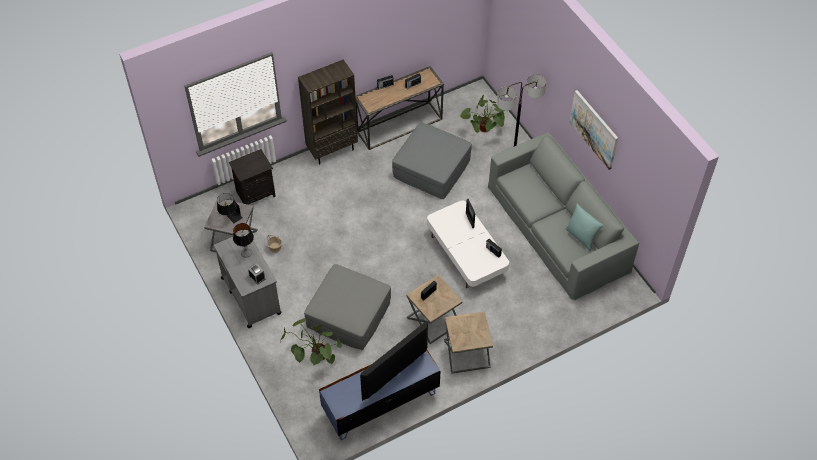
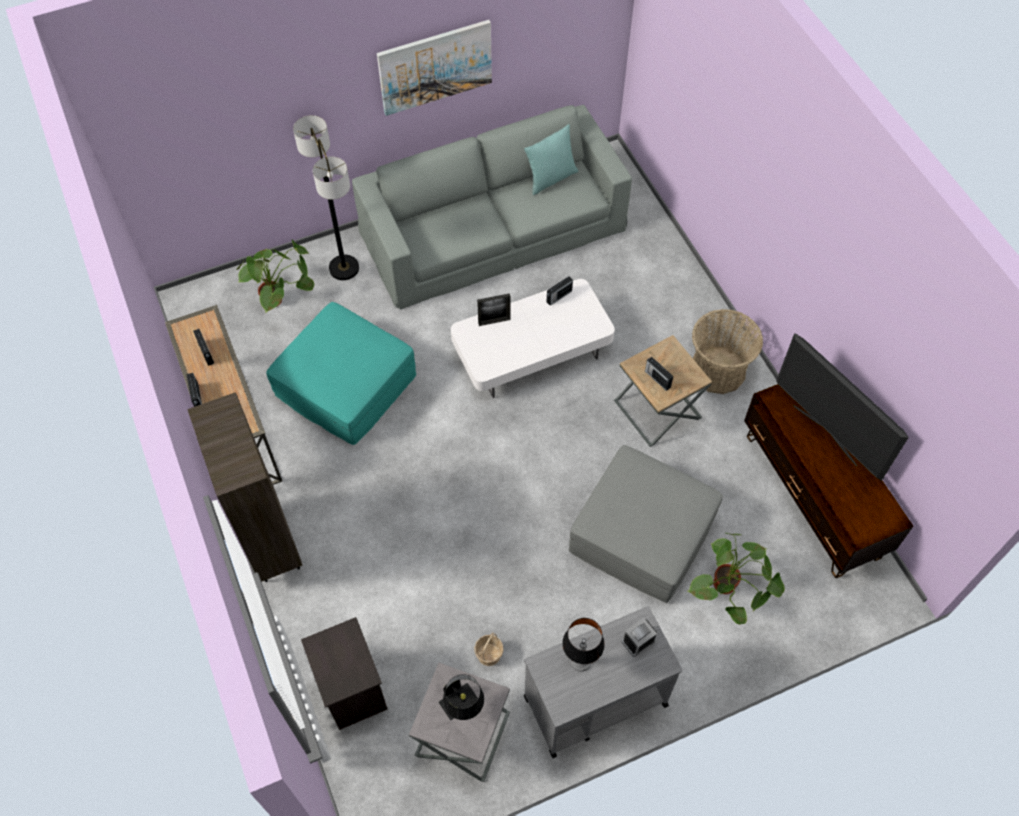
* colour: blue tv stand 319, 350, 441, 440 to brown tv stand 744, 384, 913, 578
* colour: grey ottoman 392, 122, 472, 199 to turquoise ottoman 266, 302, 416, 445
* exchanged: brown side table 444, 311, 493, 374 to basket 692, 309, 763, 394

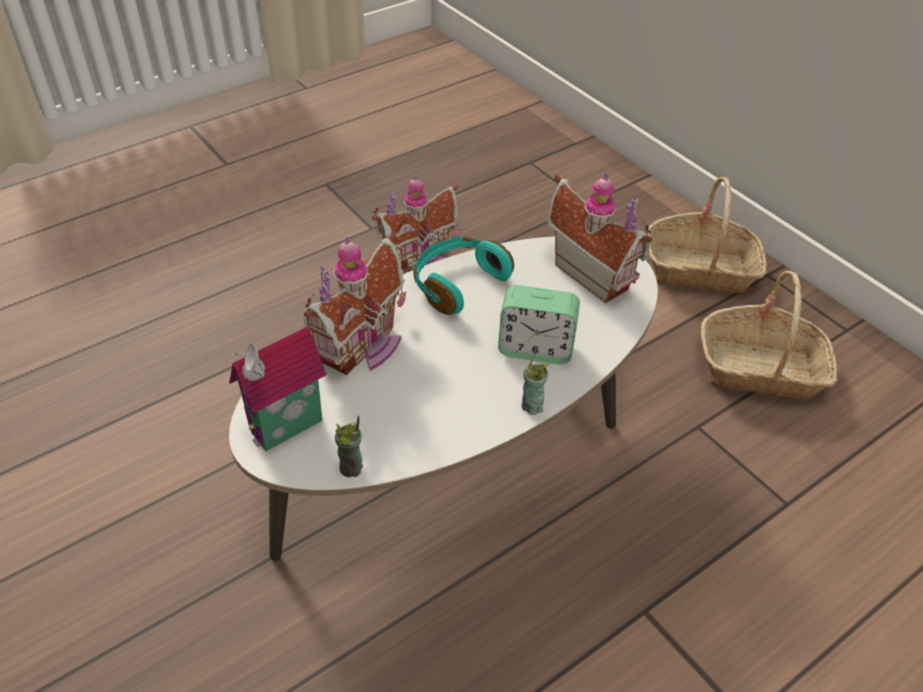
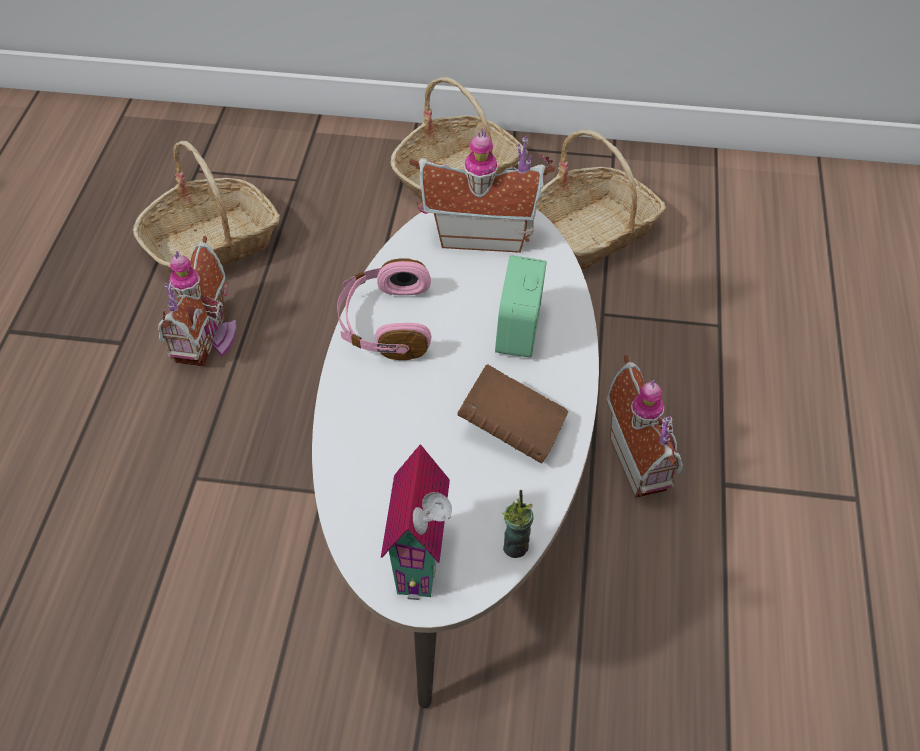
* relocated: toy house 302, 233, 406, 375 to 607, 355, 683, 498
* colour: turquoise headphones 412, 236, 514, 315 to pink headphones 337, 258, 431, 360
* spun: alarm clock 498, 285, 580, 364 = 495, 255, 547, 358 135 degrees clockwise
* missing: cup 522, 359, 549, 415
* appeared: basket 133, 141, 280, 273
* appeared: brown book 457, 364, 568, 464

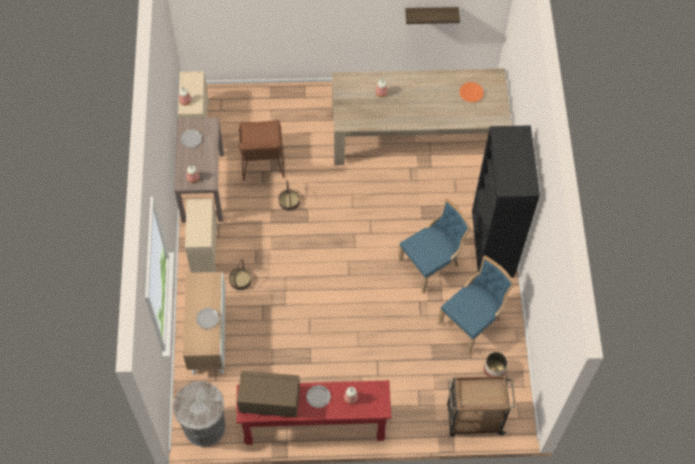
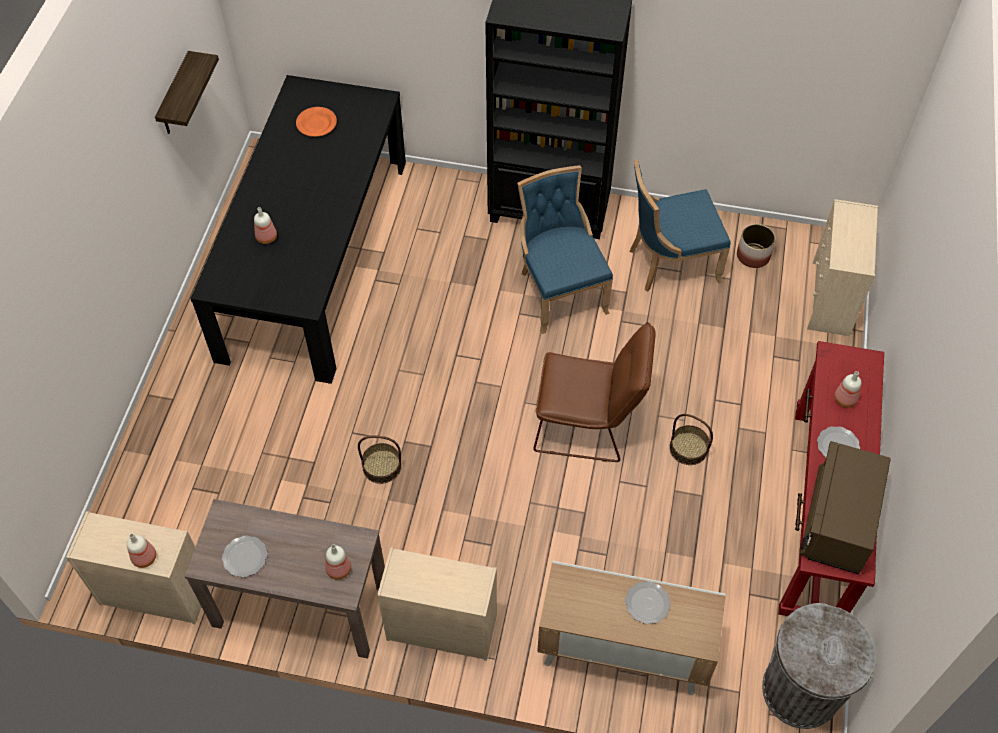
* relocated: basket 229, 259, 252, 291 to 669, 414, 713, 465
* relocated: brown chair 238, 119, 285, 181 to 533, 322, 656, 462
* colour: beige dining table 332, 68, 512, 165 to black dining table 190, 75, 406, 384
* spun: blue chair 437, 256, 515, 354 = 629, 160, 731, 292 75 degrees counterclockwise
* exchanged: brown cart 447, 376, 515, 437 to beige dresser 807, 199, 878, 336

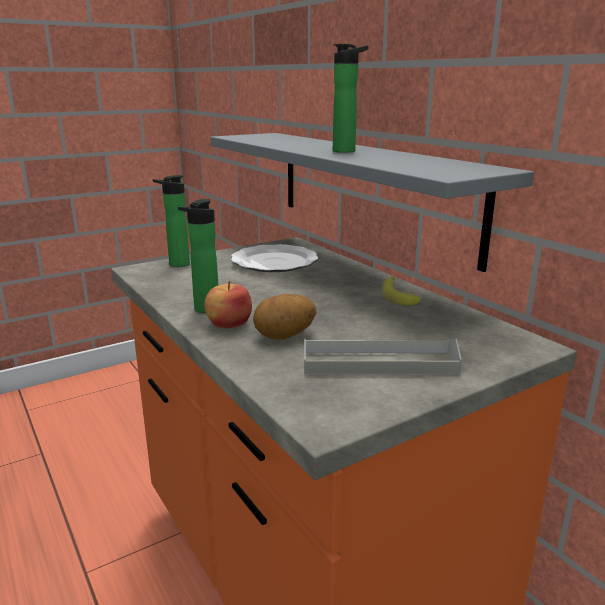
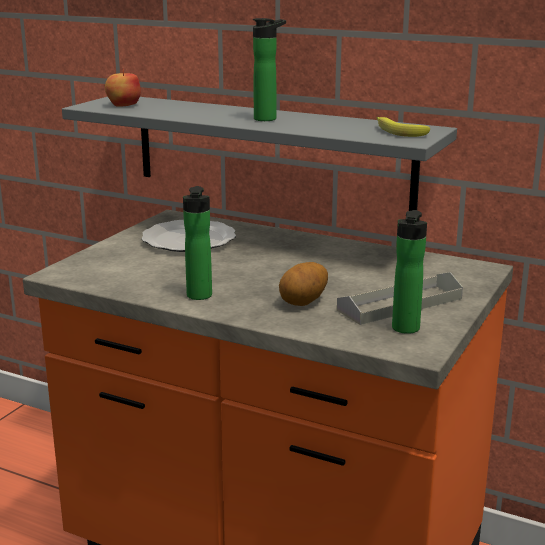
* relocated: bottle 153, 175, 190, 267 to 392, 210, 427, 334
* relocated: apple 204, 281, 252, 328 to 105, 69, 141, 107
* relocated: banana 382, 276, 422, 305 to 376, 117, 430, 137

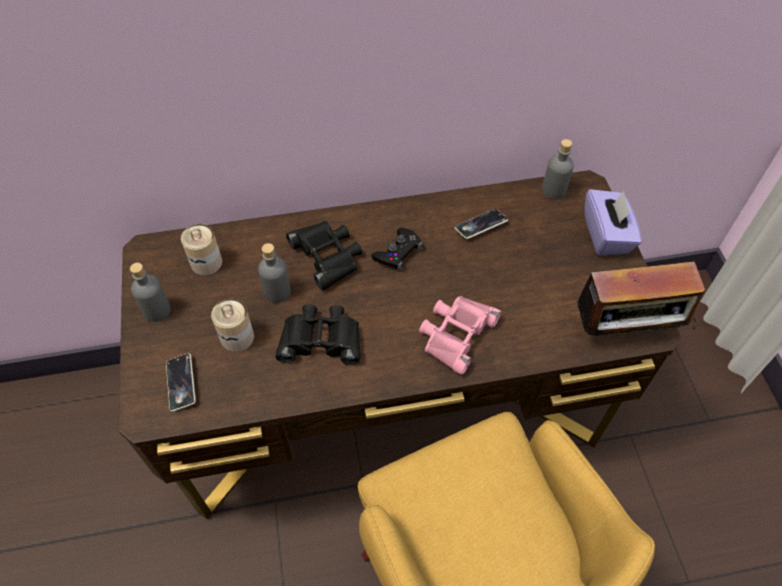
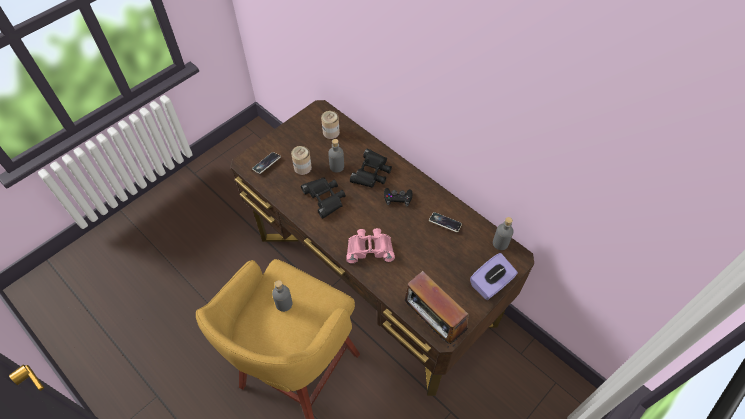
* relocated: grey bottle 130, 263, 171, 322 to 272, 280, 292, 312

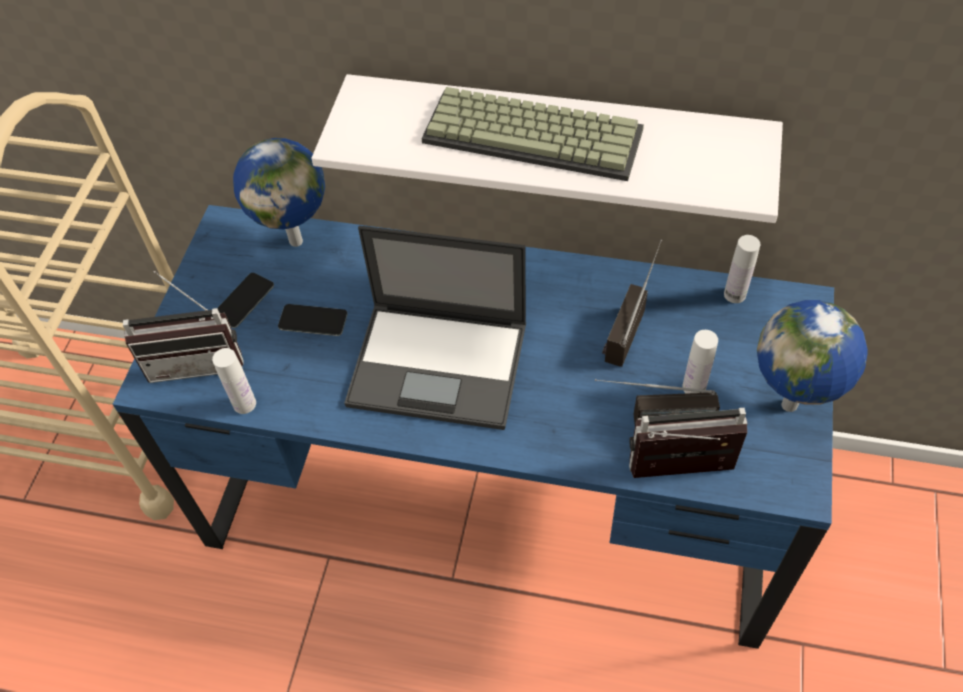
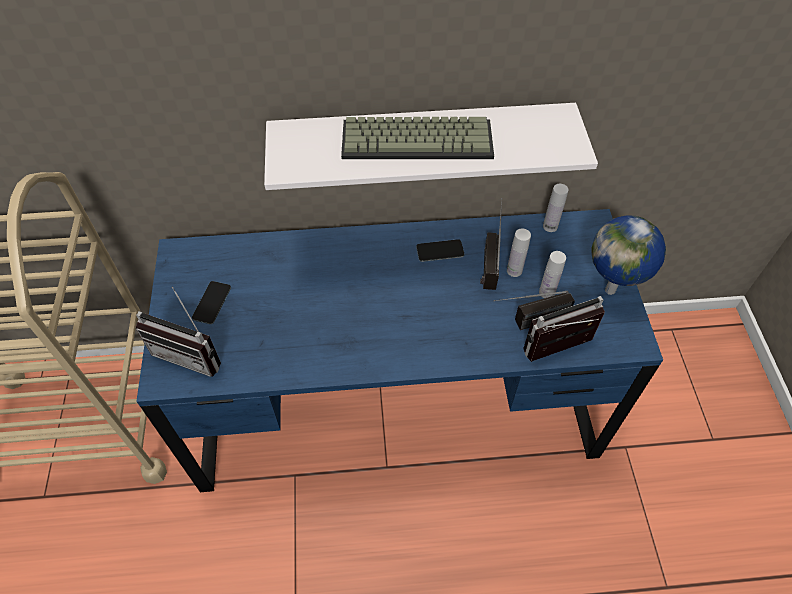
* spun: radio 123, 271, 244, 383 = 136, 287, 221, 377 45 degrees clockwise
* relocated: white bottle 212, 348, 256, 414 to 507, 229, 531, 277
* missing: globe 233, 138, 325, 247
* relocated: phone 278, 304, 348, 336 to 416, 239, 464, 262
* missing: laptop 344, 226, 526, 430

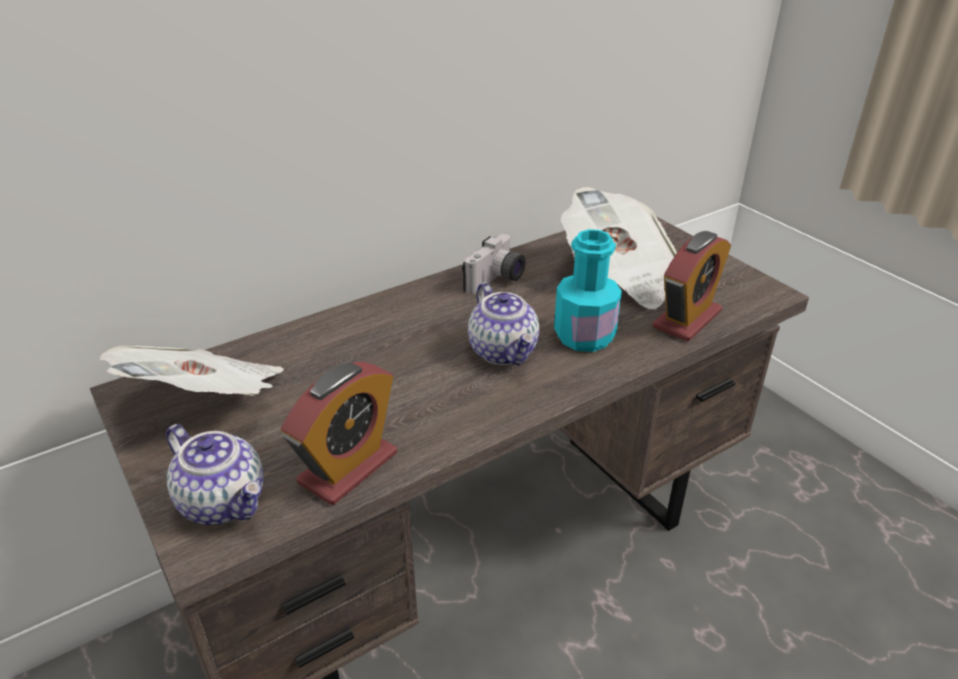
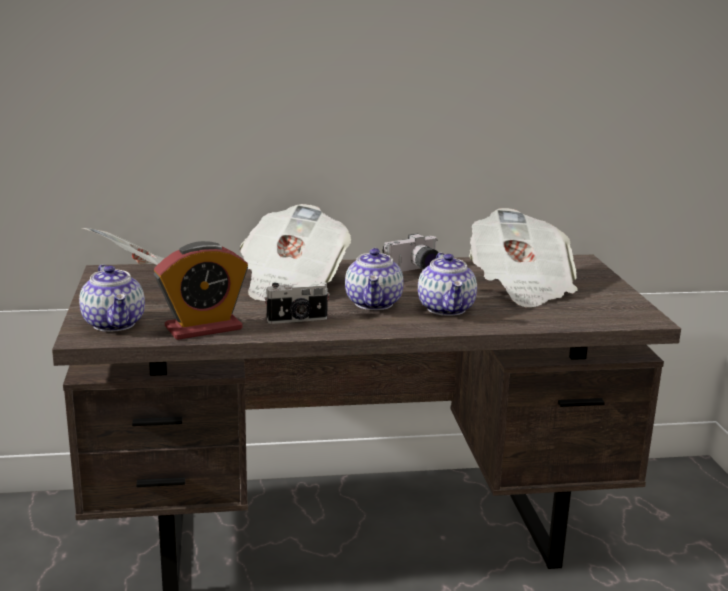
* exchanged: turquoise bottle 554, 229, 622, 352 to teapot 418, 253, 477, 316
* missing: alarm clock 653, 231, 731, 342
* appeared: newspaper 240, 204, 351, 301
* appeared: photo camera 265, 281, 330, 324

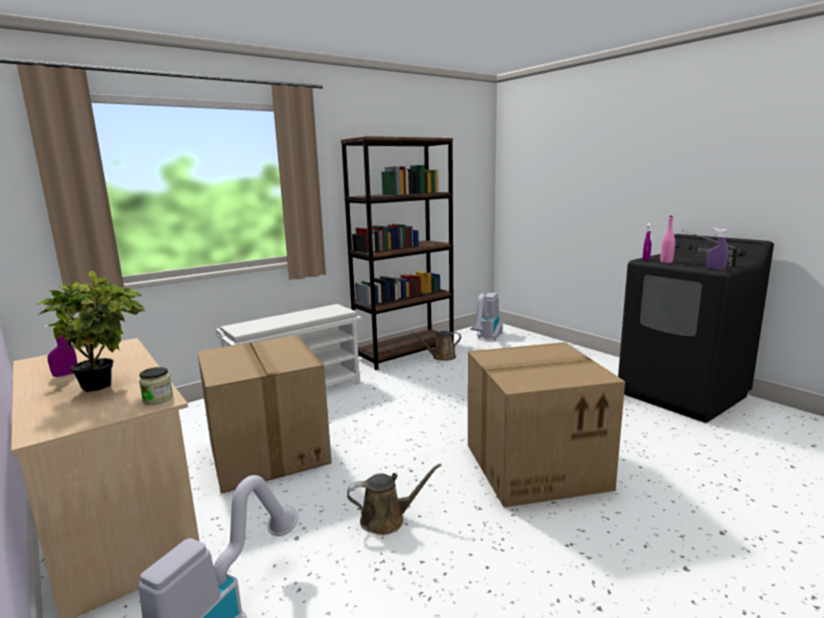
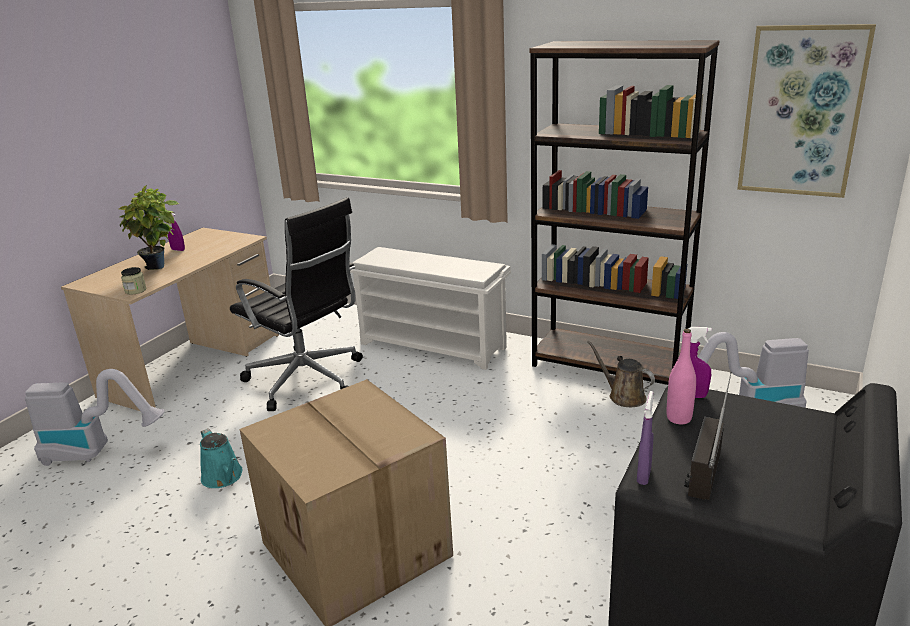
* exchanged: cardboard box 197, 335, 332, 493 to black office chair 230, 197, 363, 411
* colour: brown watering can 347, 463, 442, 535 to turquoise watering can 200, 428, 242, 488
* appeared: picture 737, 24, 876, 198

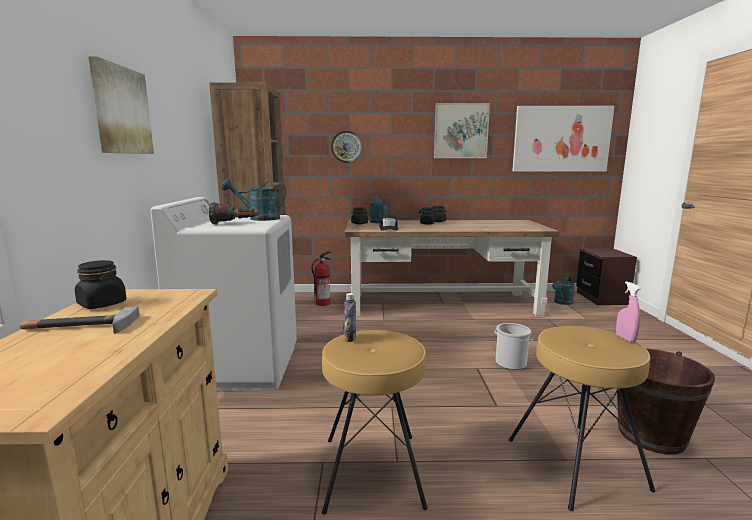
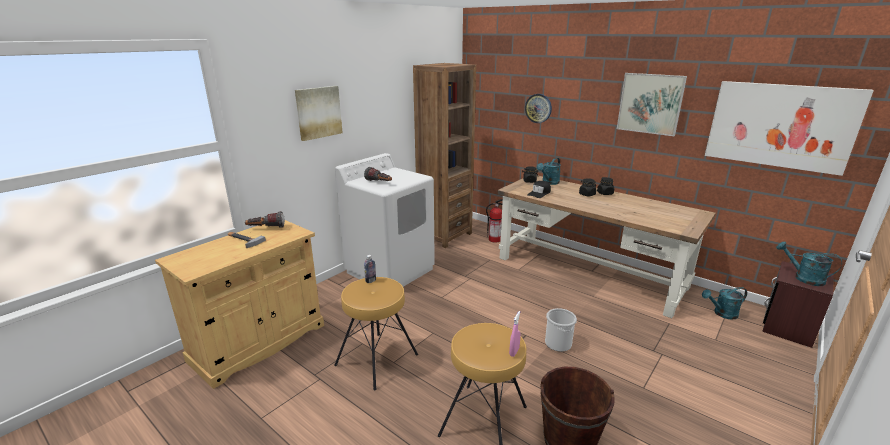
* exchanged: black jar 75, 260, 127, 309 to flashlight 245, 211, 285, 228
* relocated: turquoise watering can 222, 179, 286, 221 to 776, 242, 842, 286

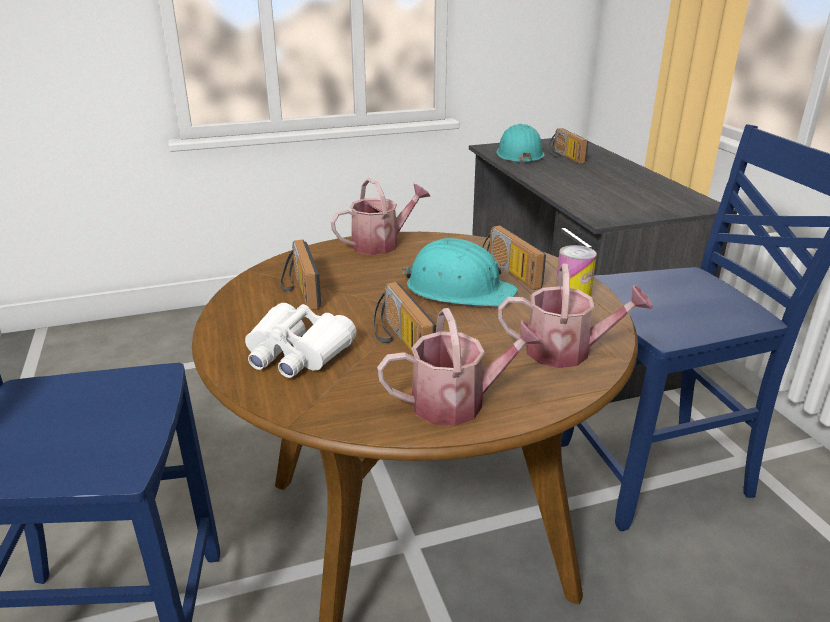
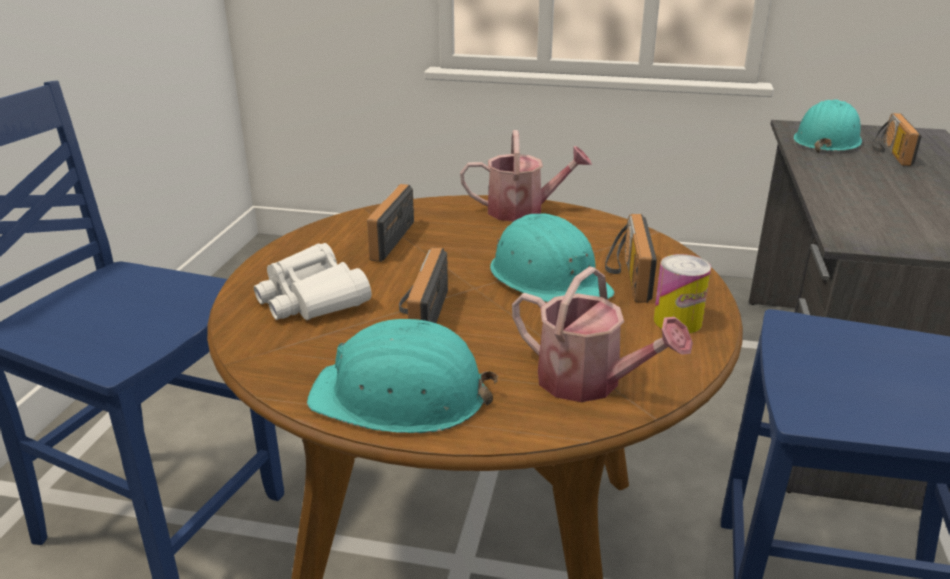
* exchanged: watering can 377, 308, 544, 426 to turquoise hard hat 307, 319, 498, 433

